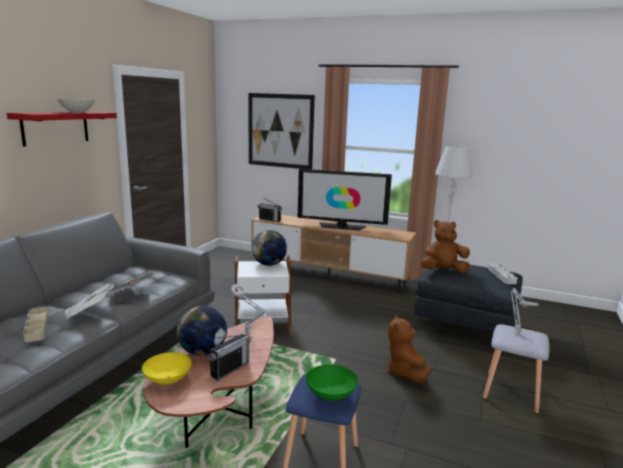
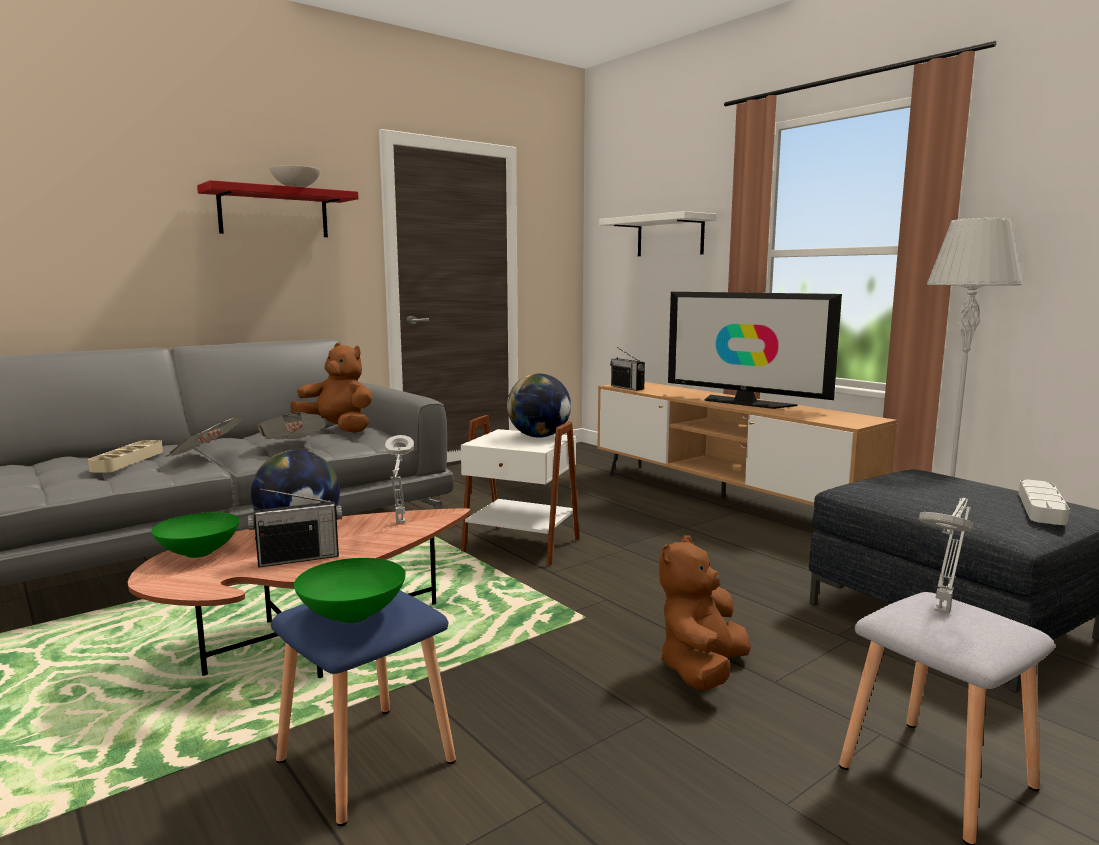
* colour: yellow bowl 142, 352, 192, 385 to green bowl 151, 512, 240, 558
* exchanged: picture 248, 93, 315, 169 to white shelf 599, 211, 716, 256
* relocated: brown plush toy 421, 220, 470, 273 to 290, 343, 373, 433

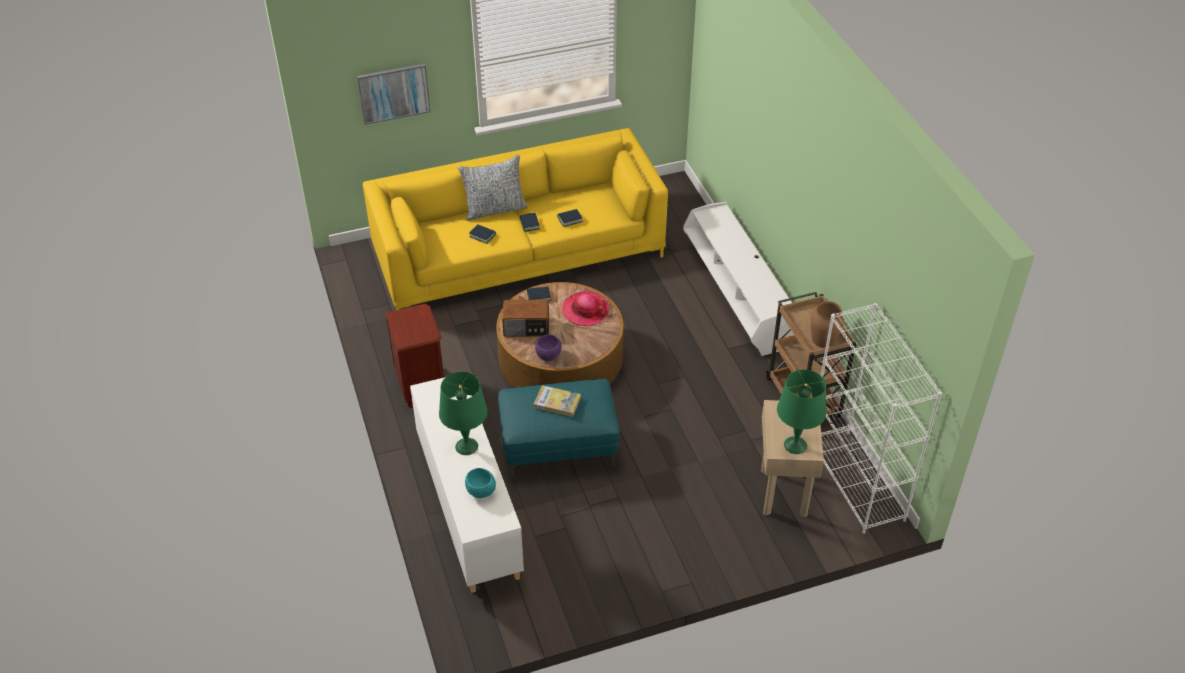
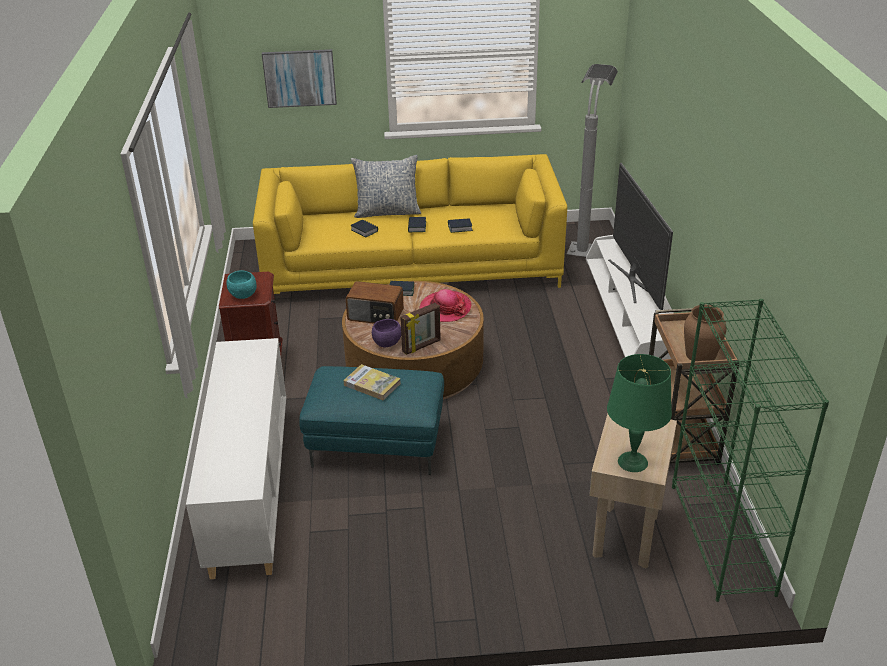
* missing: green table lamp 439, 372, 488, 455
* relocated: turquoise bowl 465, 468, 496, 498 to 227, 270, 257, 299
* colour: white bookcase 821, 303, 942, 534 to green bookcase 672, 299, 829, 602
* appeared: picture frame 400, 303, 441, 355
* appeared: grey floor lamp 567, 64, 618, 257
* appeared: television 608, 163, 673, 310

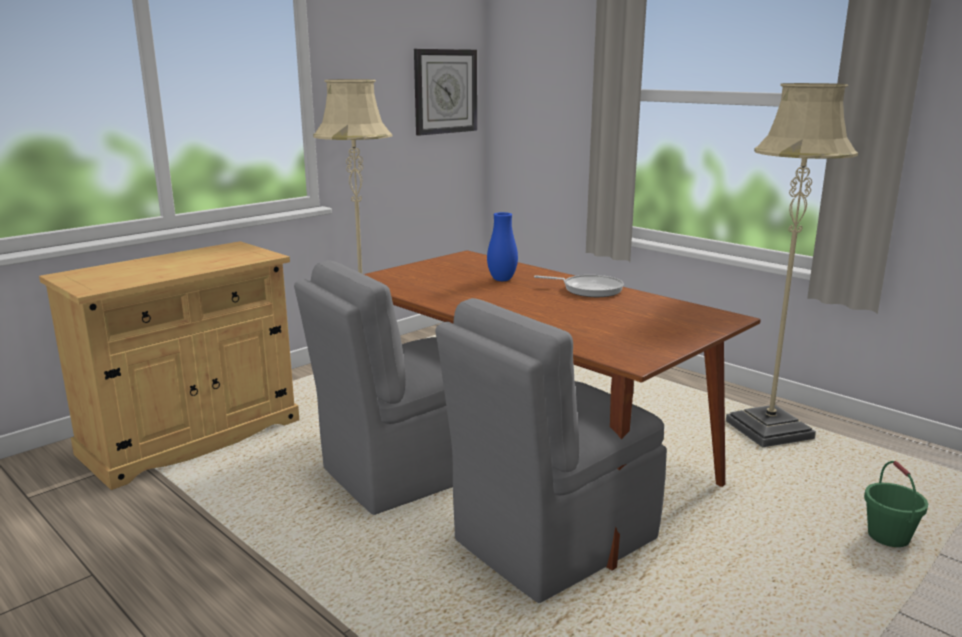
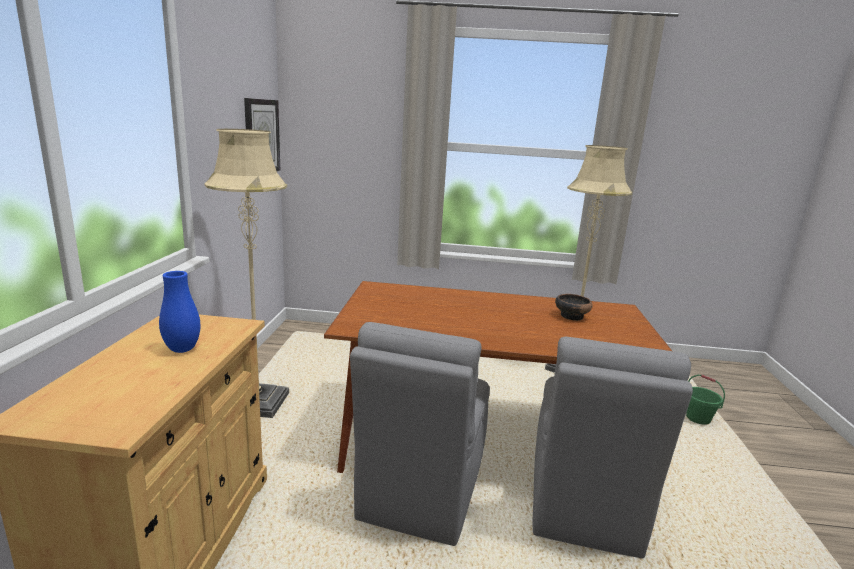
* relocated: blue vase 487, 212, 518, 281 to 159, 271, 200, 353
* missing: frying pan 534, 275, 624, 297
* appeared: bowl 555, 294, 593, 321

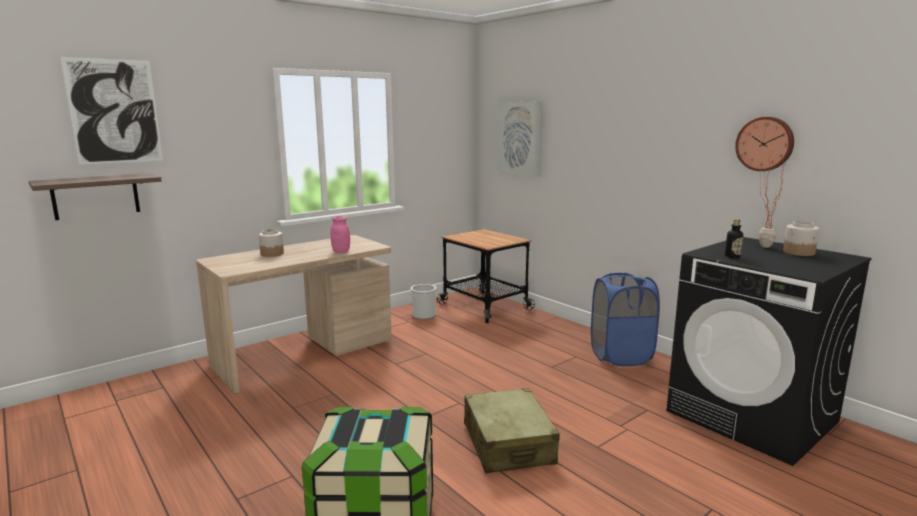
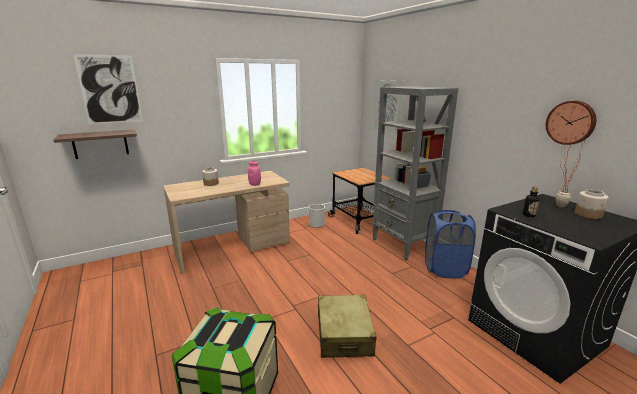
* appeared: grey bookcase 372, 86, 458, 261

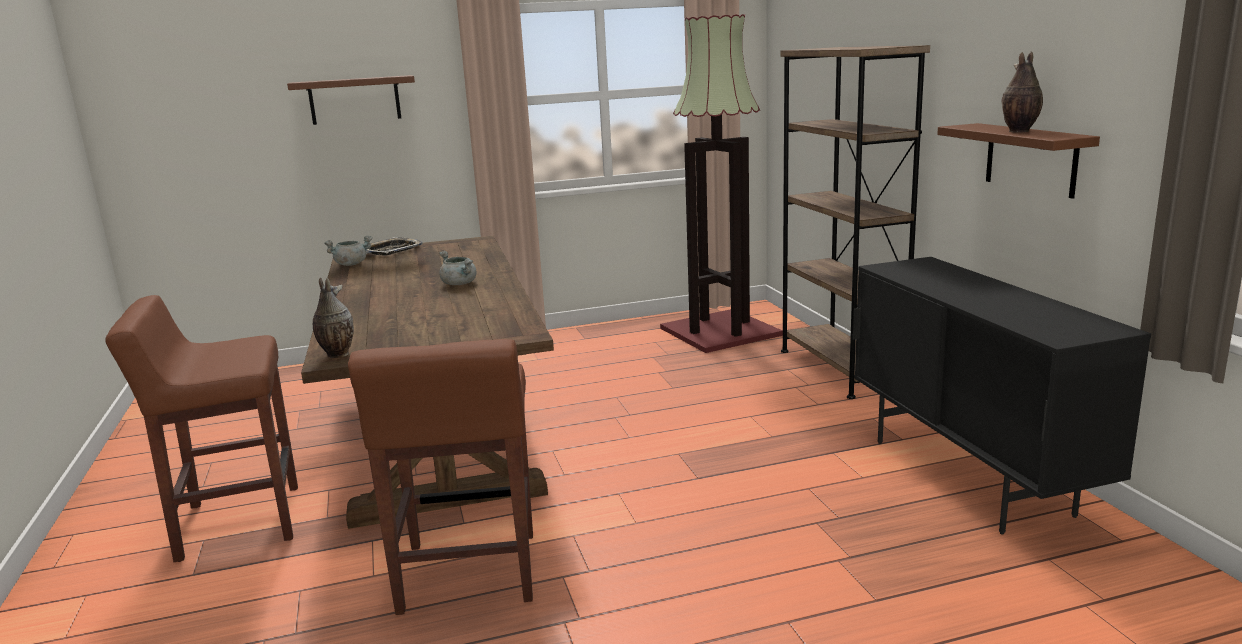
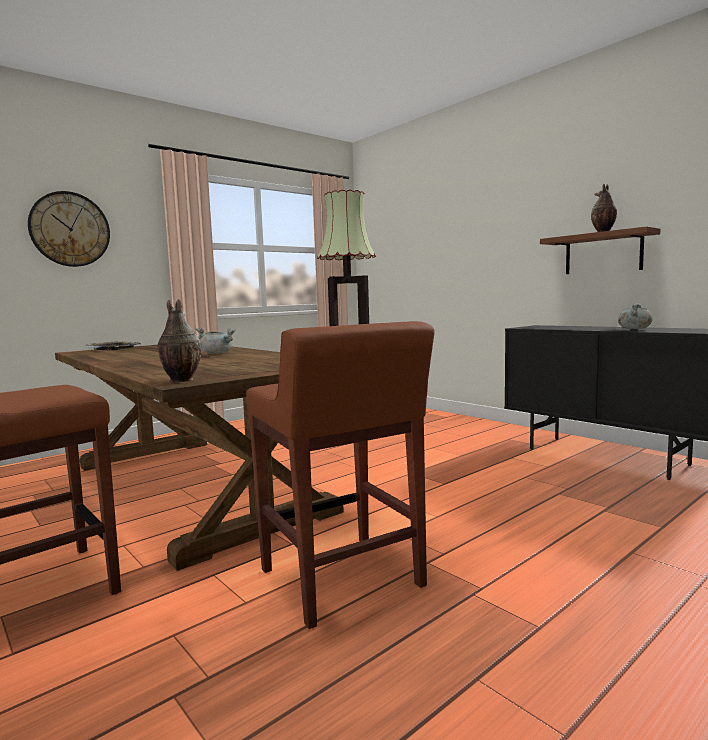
* exchanged: brown shelf 287, 75, 415, 125 to wall clock 28, 191, 110, 267
* relocated: grey cooking pot 324, 236, 373, 266 to 618, 303, 652, 329
* missing: brown bookcase 780, 45, 930, 399

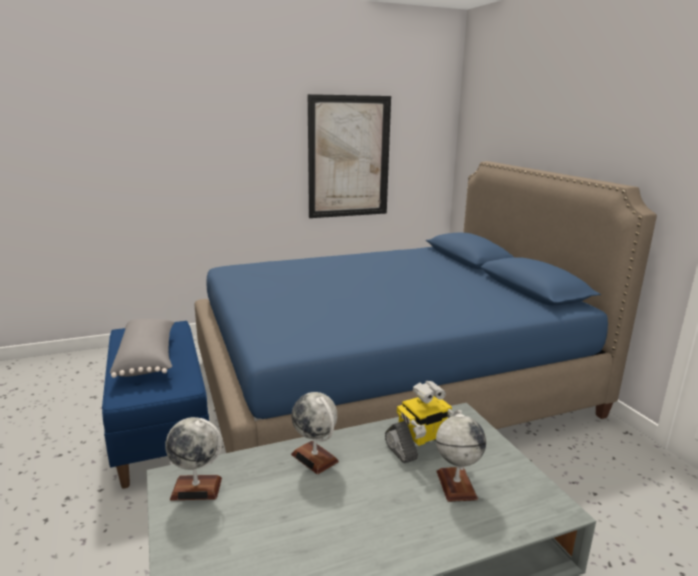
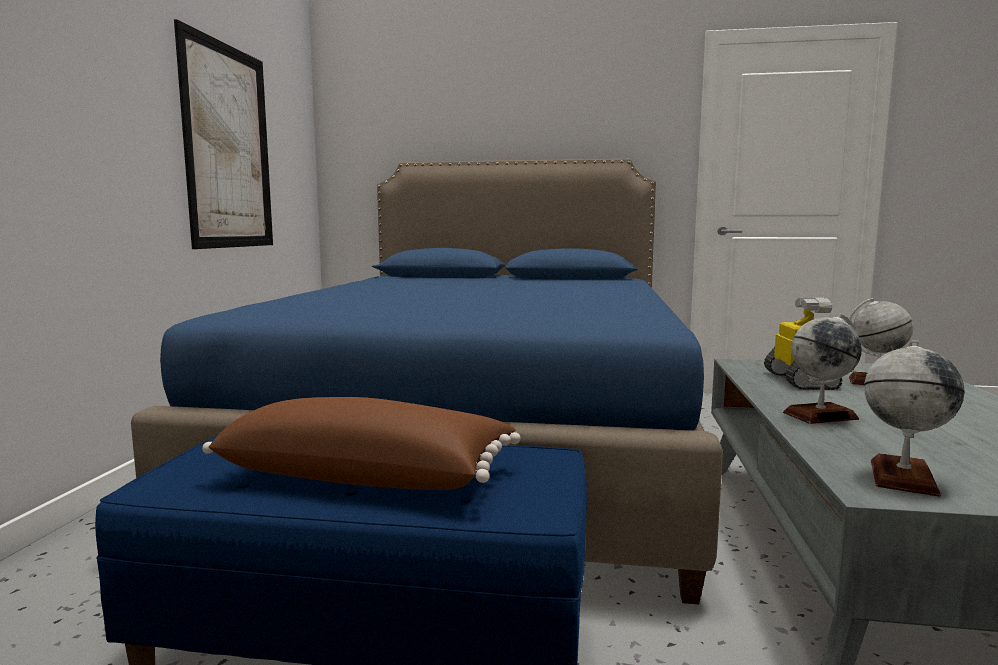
* colour: grey pillow 110, 318, 175, 378 to brown pillow 202, 397, 521, 490

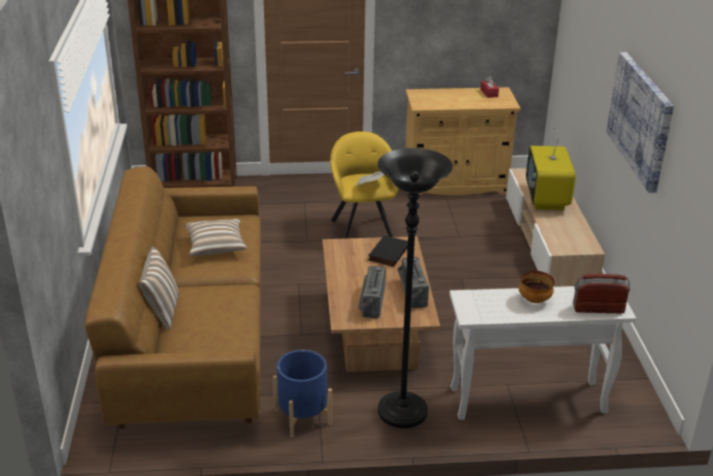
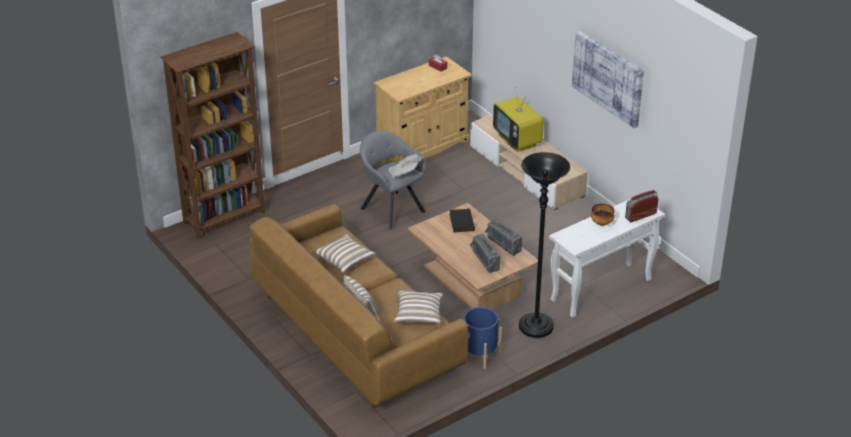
* colour: yellow armchair 330, 131, 399, 239 to grey armchair 360, 130, 426, 230
* appeared: pillow 394, 290, 443, 324

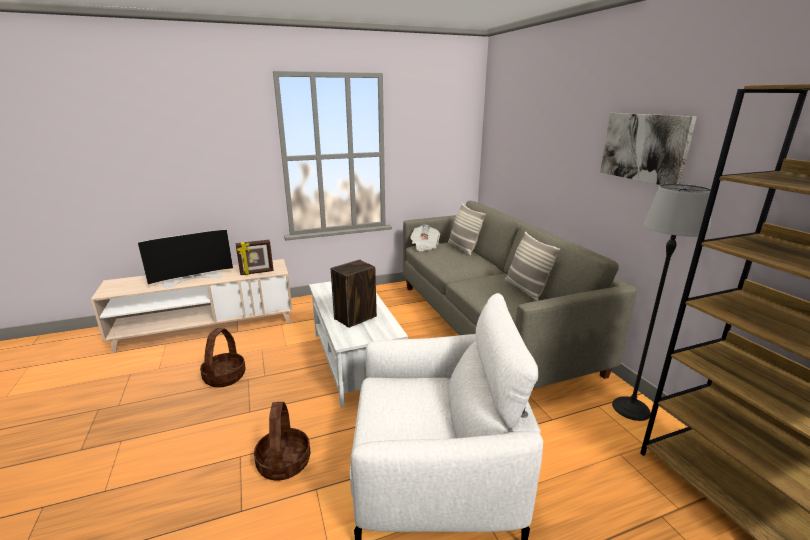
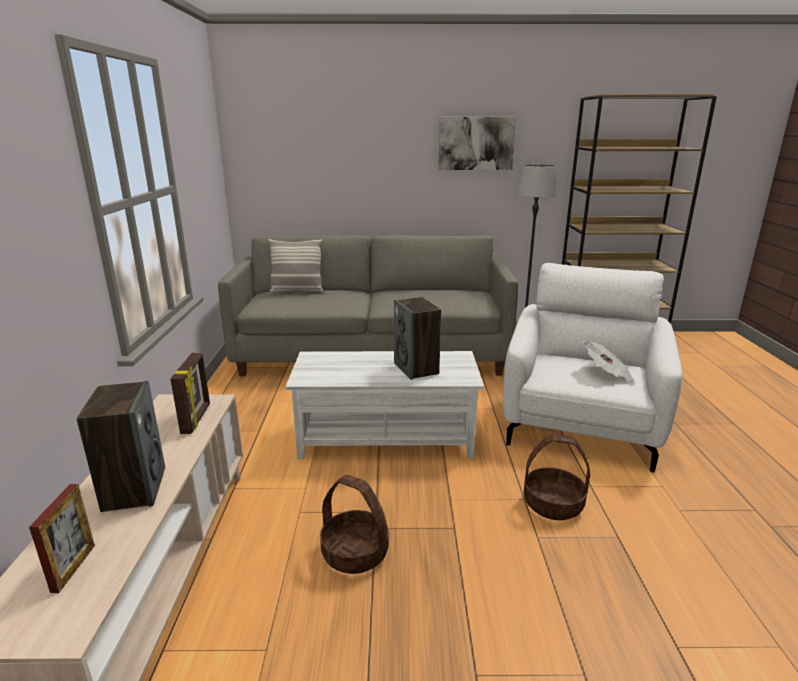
* exchanged: television 137, 229, 233, 288 to speaker 77, 381, 165, 512
* relocated: newspaper 410, 225, 440, 251 to 582, 341, 635, 382
* missing: pillow 505, 232, 560, 301
* appeared: picture frame 29, 484, 95, 593

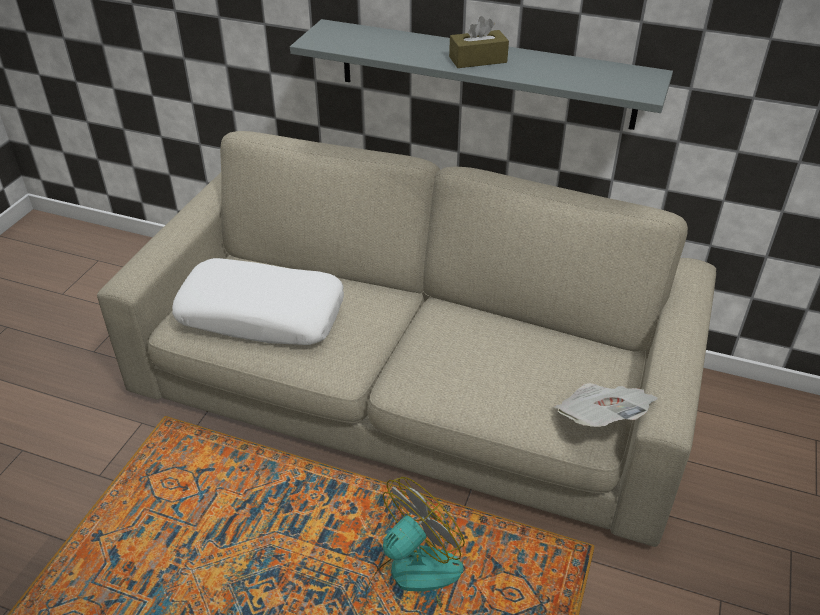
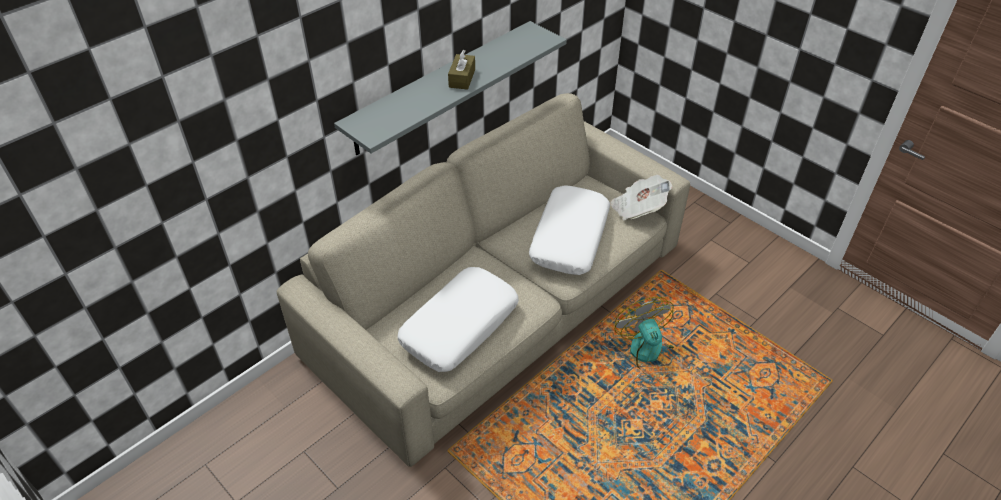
* appeared: white pillow 529, 185, 610, 275

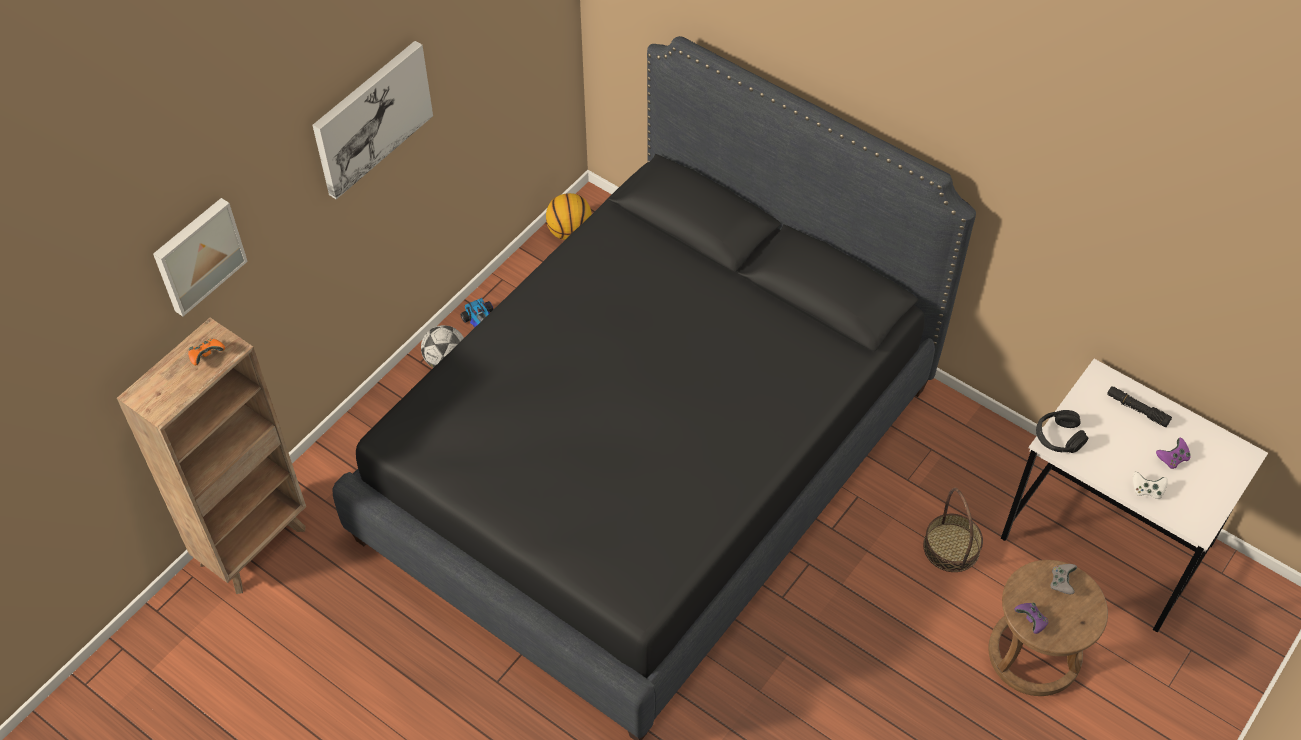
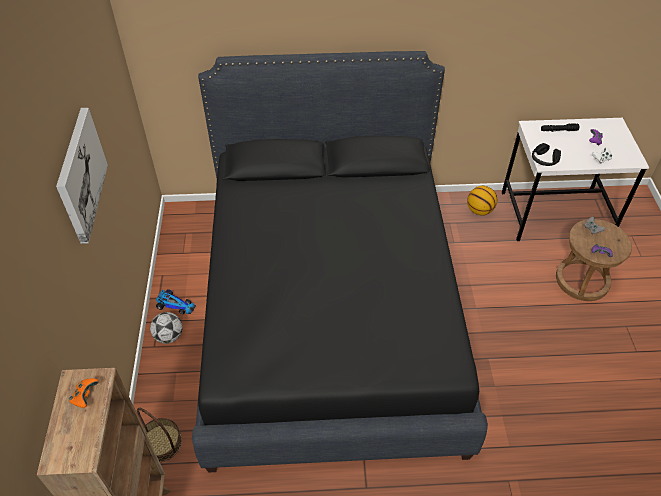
* missing: picture 153, 198, 248, 316
* relocated: basketball 546, 193, 592, 240 to 467, 186, 497, 216
* relocated: basket 923, 488, 983, 572 to 137, 408, 182, 462

